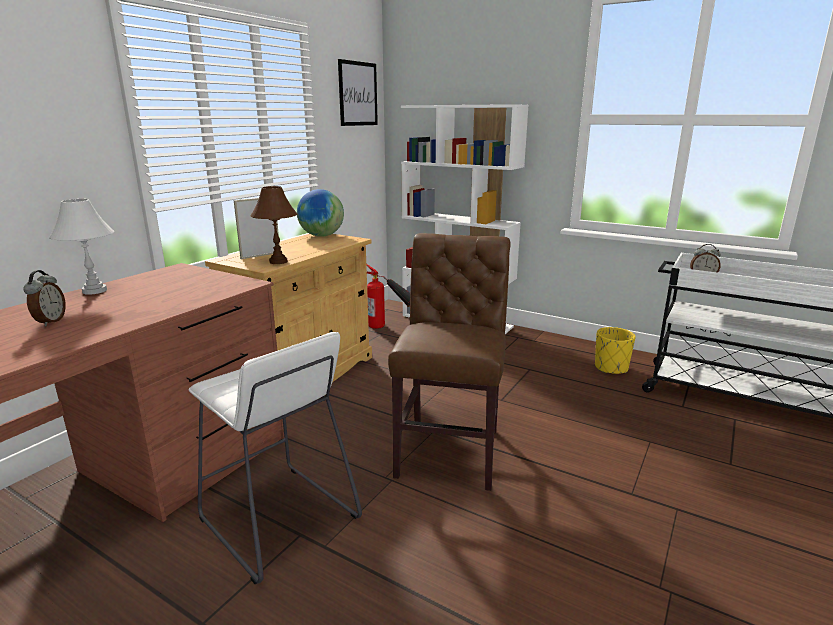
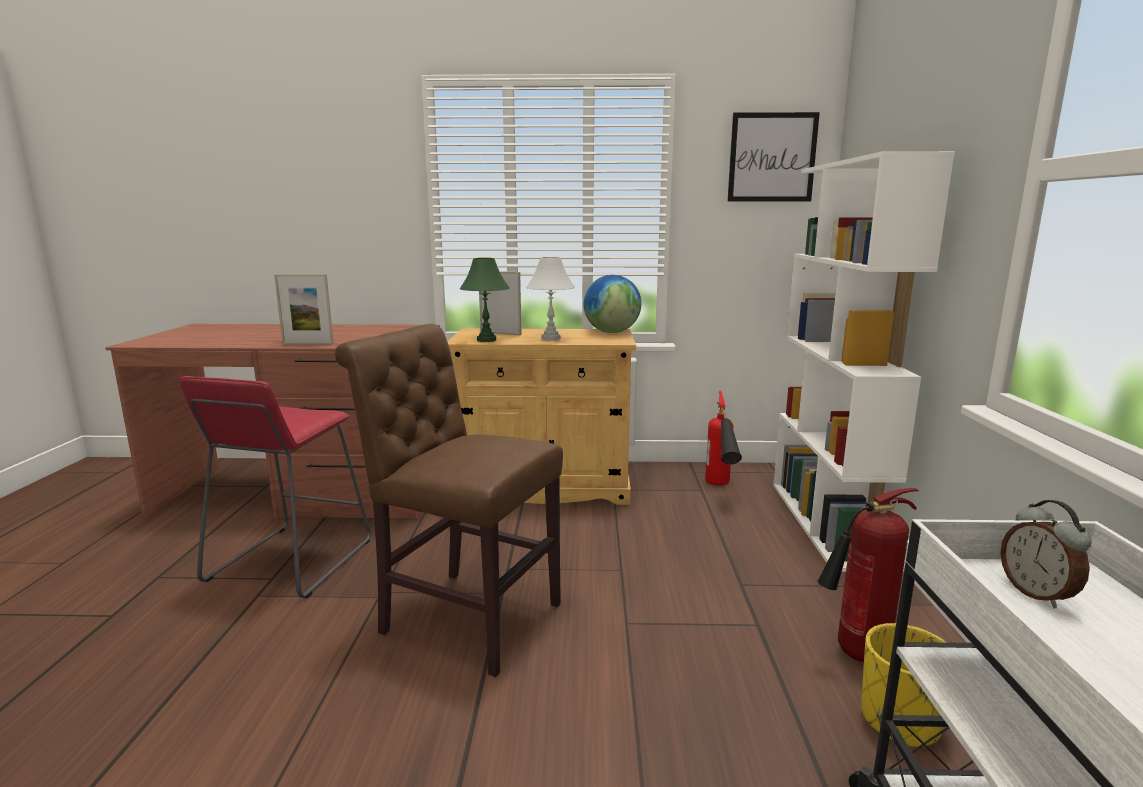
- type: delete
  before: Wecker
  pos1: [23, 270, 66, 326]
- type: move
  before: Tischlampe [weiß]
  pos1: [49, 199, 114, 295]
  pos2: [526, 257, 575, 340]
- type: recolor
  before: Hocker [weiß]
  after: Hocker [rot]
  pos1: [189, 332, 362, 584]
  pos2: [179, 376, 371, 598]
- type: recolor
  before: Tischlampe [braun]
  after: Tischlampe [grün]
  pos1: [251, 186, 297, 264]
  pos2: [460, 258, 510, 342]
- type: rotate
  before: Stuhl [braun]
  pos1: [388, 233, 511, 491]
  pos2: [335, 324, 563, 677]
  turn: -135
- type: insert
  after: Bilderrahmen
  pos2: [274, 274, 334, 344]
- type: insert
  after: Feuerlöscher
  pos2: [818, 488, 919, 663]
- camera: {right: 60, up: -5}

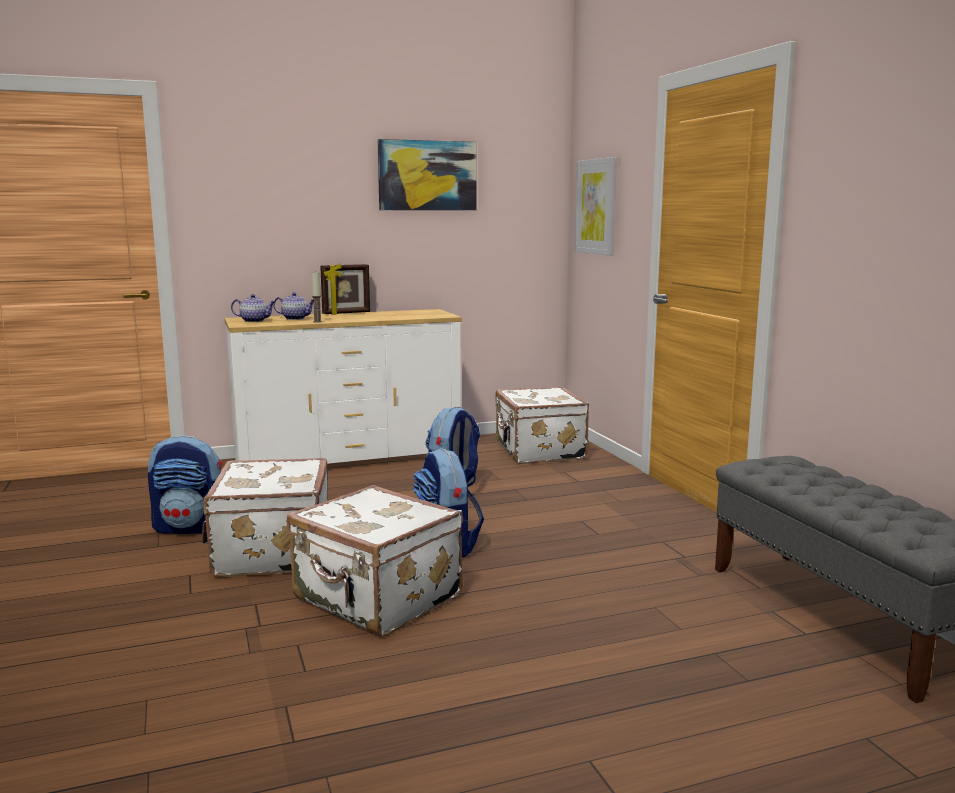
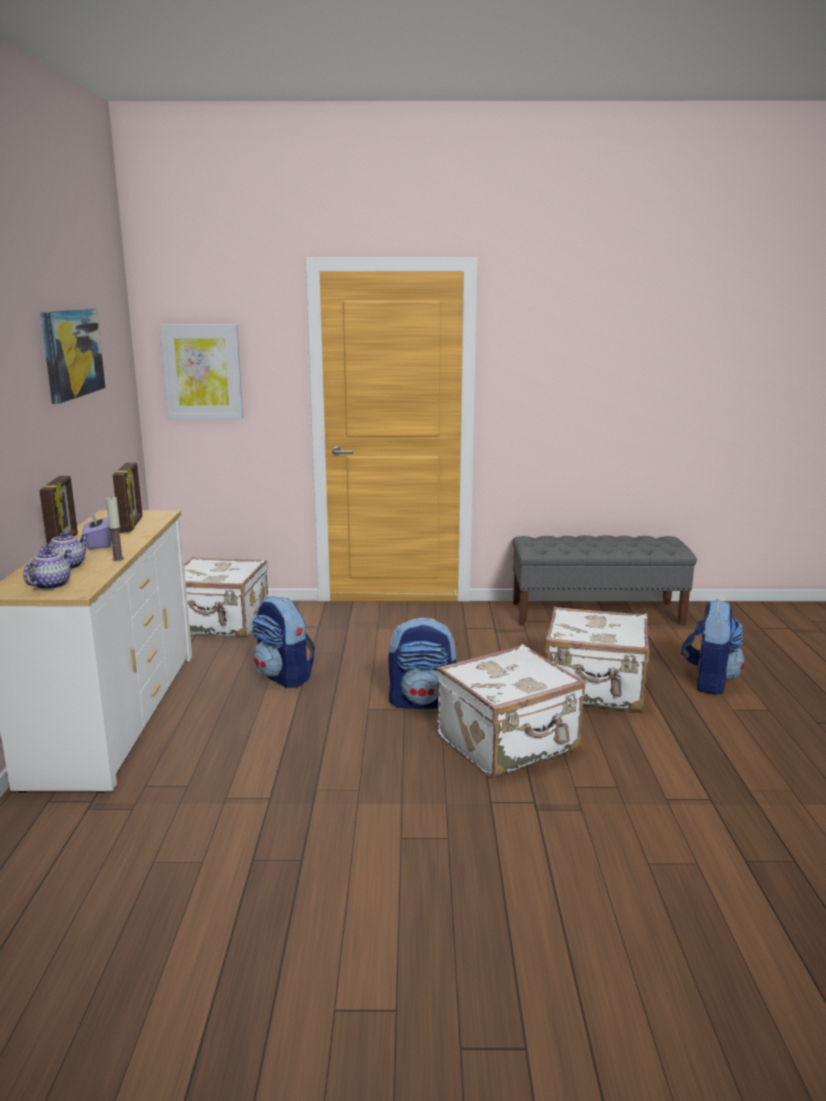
- type: move
  before: Rucksack
  pos1: [148, 435, 223, 534]
  pos2: [681, 599, 745, 695]
- type: move
  before: Koffer [weiß]
  pos1: [202, 458, 328, 577]
  pos2: [545, 606, 649, 711]
- type: insert
  after: Taschentuchbox [lila]
  pos2: [82, 510, 112, 549]
- type: insert
  after: Bilderrahmen
  pos2: [113, 462, 142, 533]
- camera: {right: -70, up: 5}

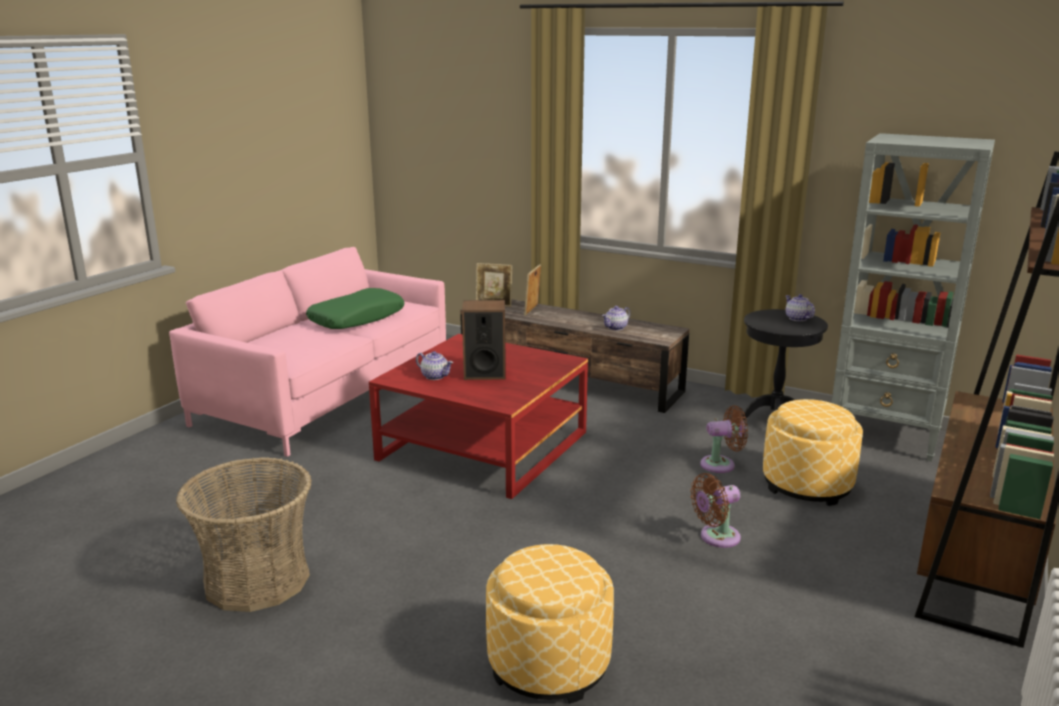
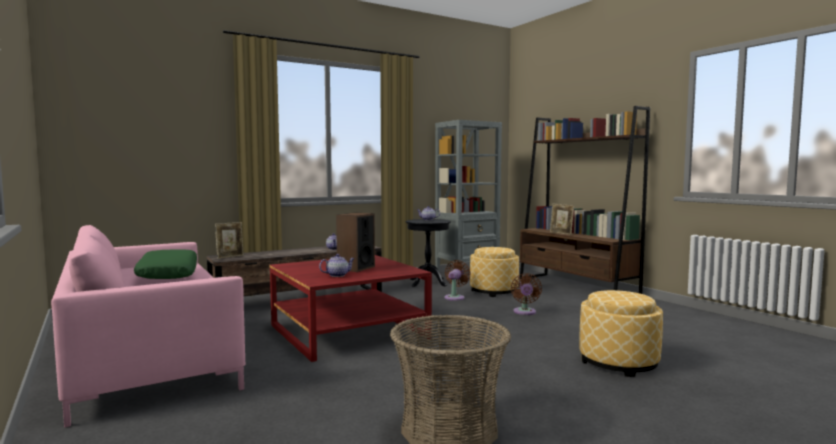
- type: move
  before: Bilderrahmen
  pos1: [524, 264, 541, 316]
  pos2: [550, 204, 574, 235]
- camera: {right: -60, up: -15}

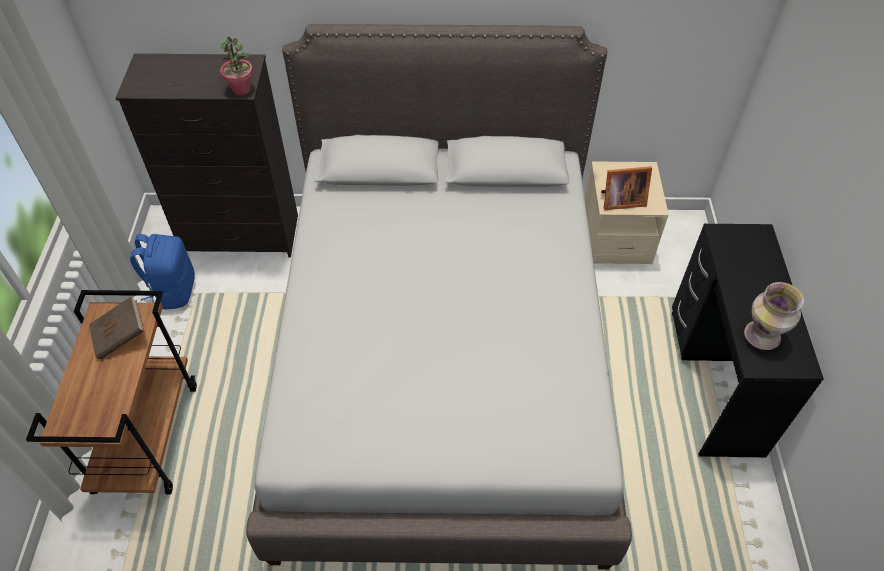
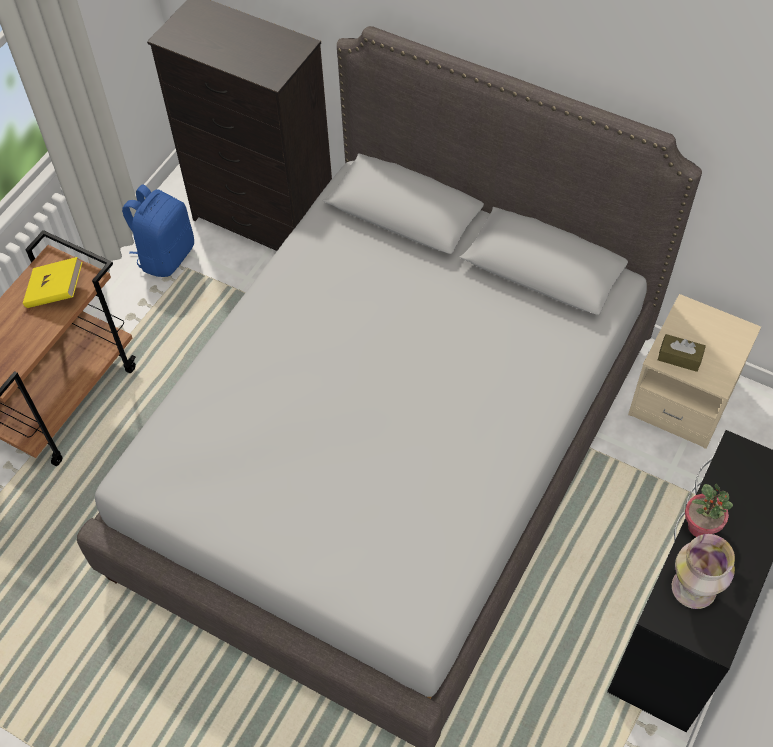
- type: recolor
  before: Buch [braun]
  after: Buch [gelb]
  pos1: [89, 297, 144, 359]
  pos2: [23, 257, 83, 308]
- type: move
  before: Topfpflanze
  pos1: [220, 37, 253, 95]
  pos2: [685, 484, 733, 537]
- type: replace
  before: Bilderrahmen
  after: Taschentuchbox [braun]
  pos1: [601, 166, 652, 210]
  pos2: [658, 334, 706, 372]
- camera: {right: 30, up: 5}

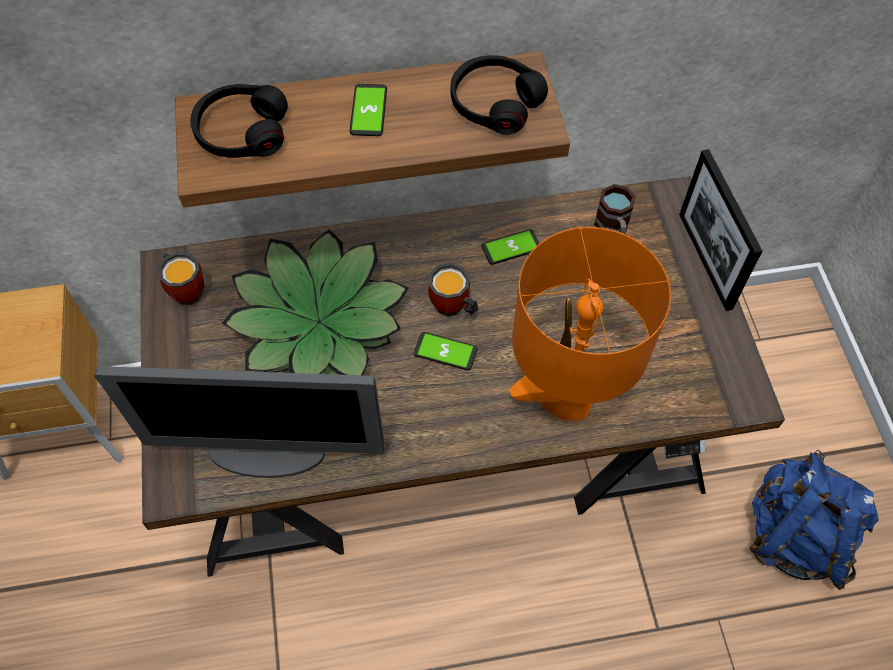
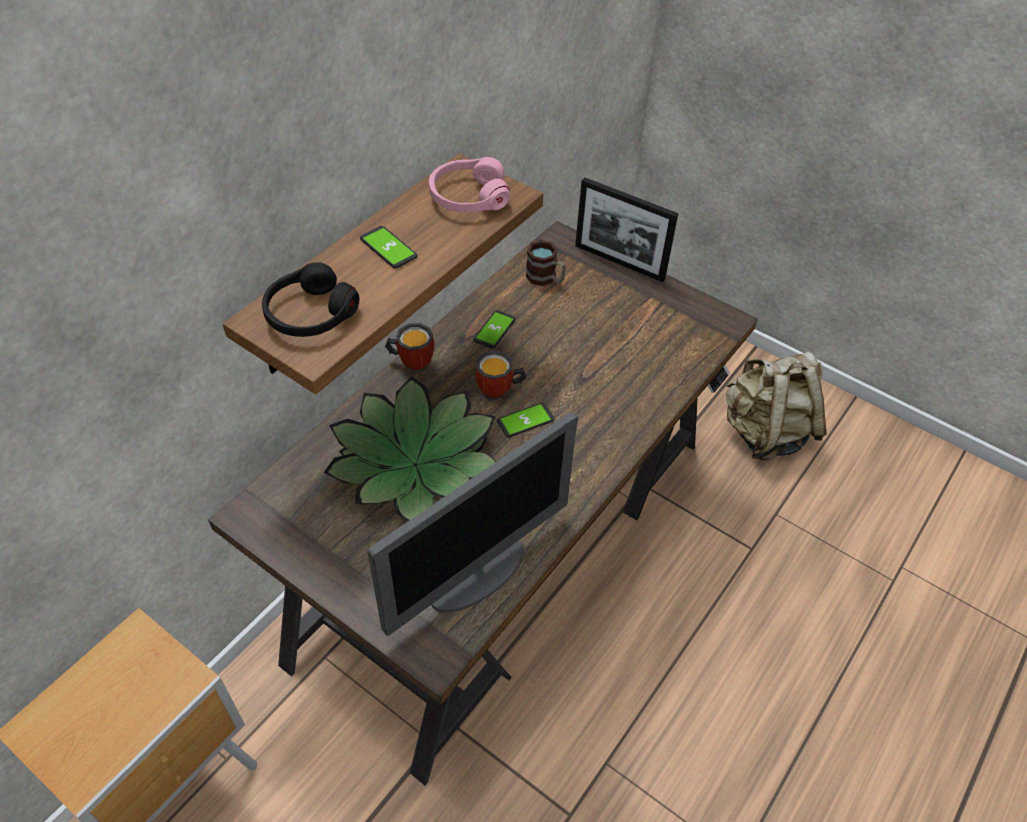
- type: move
  before: Henkelbecher
  pos1: [157, 252, 205, 305]
  pos2: [385, 323, 434, 372]
- type: recolor
  before: Kopfhörer [schwarz]
  after: Kopfhörer [rosa]
  pos1: [451, 55, 548, 135]
  pos2: [429, 157, 510, 212]
- type: delete
  before: Tischlampe [orange]
  pos1: [510, 227, 671, 421]
- type: recolor
  before: Rucksack [blau]
  after: Rucksack [beige]
  pos1: [749, 450, 878, 590]
  pos2: [726, 351, 826, 461]
- camera: {right: -45, up: -10}

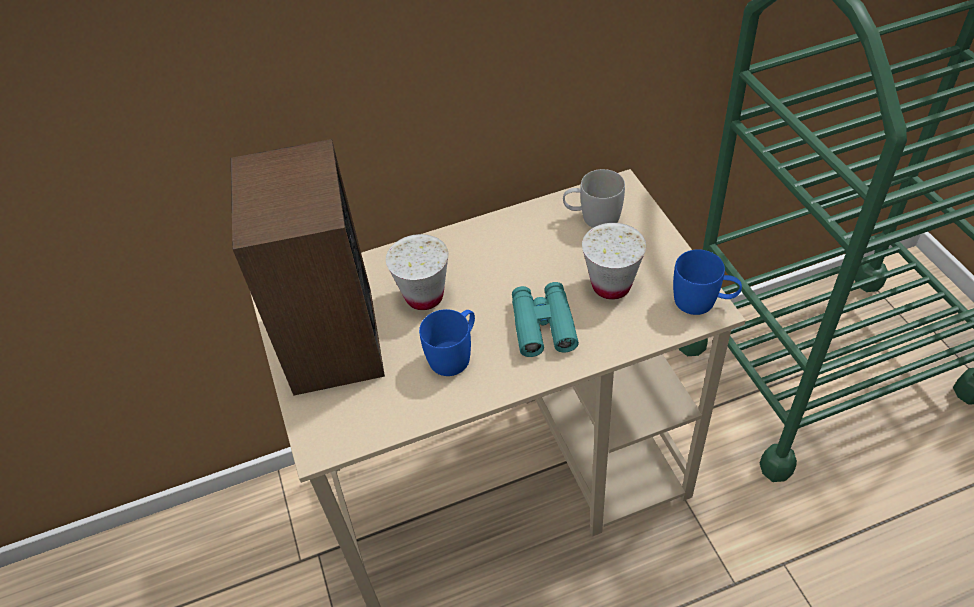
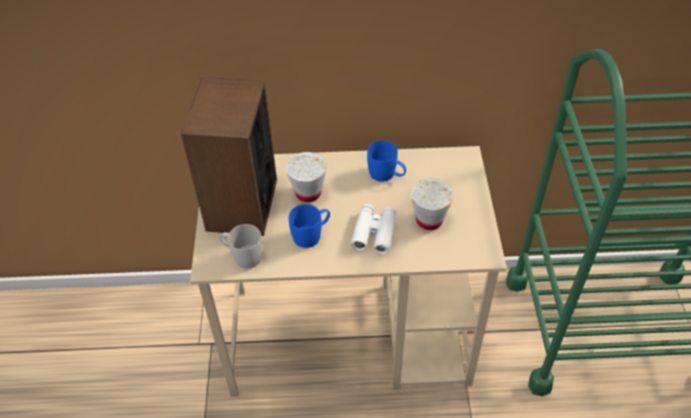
- type: recolor
  before: Fernglas [türkis]
  after: Fernglas [weiß]
  pos1: [512, 282, 579, 357]
  pos2: [351, 204, 396, 255]
- type: move
  before: Henkelbecher [weiß]
  pos1: [563, 169, 625, 228]
  pos2: [220, 224, 263, 269]
- type: move
  before: Henkelbecher [blau]
  pos1: [673, 249, 742, 315]
  pos2: [367, 140, 406, 182]
- camera: {right: 15, up: 0}

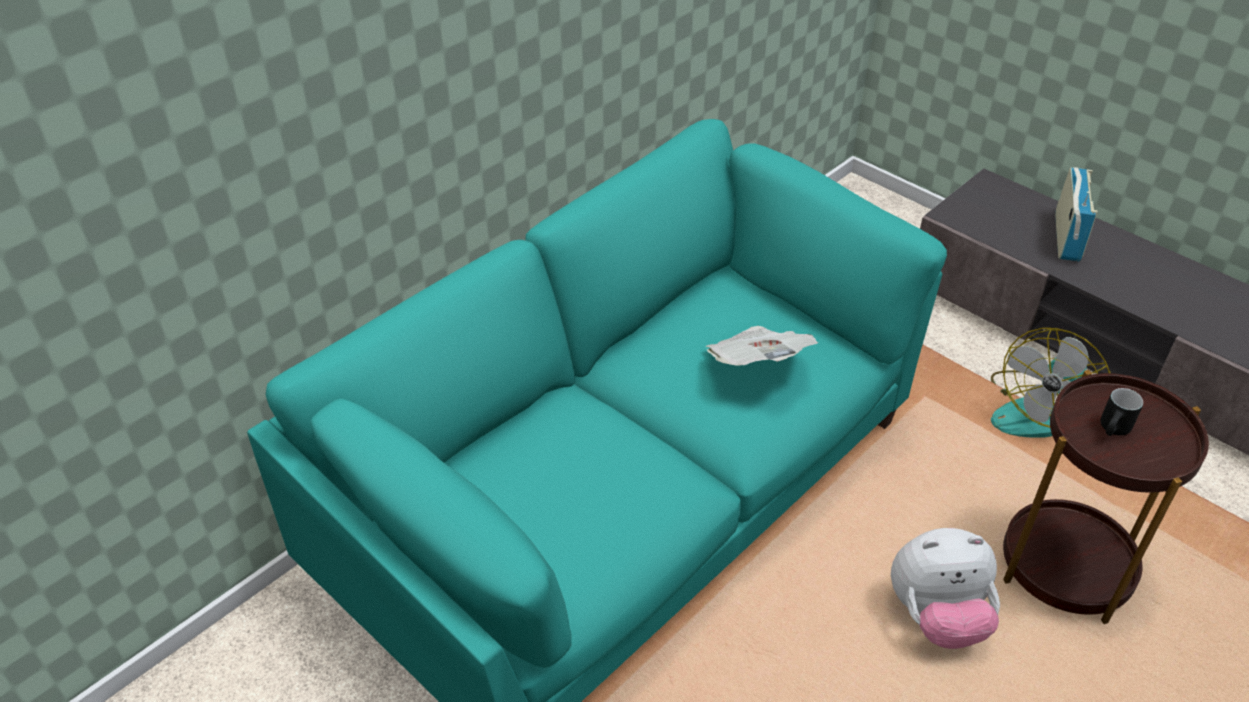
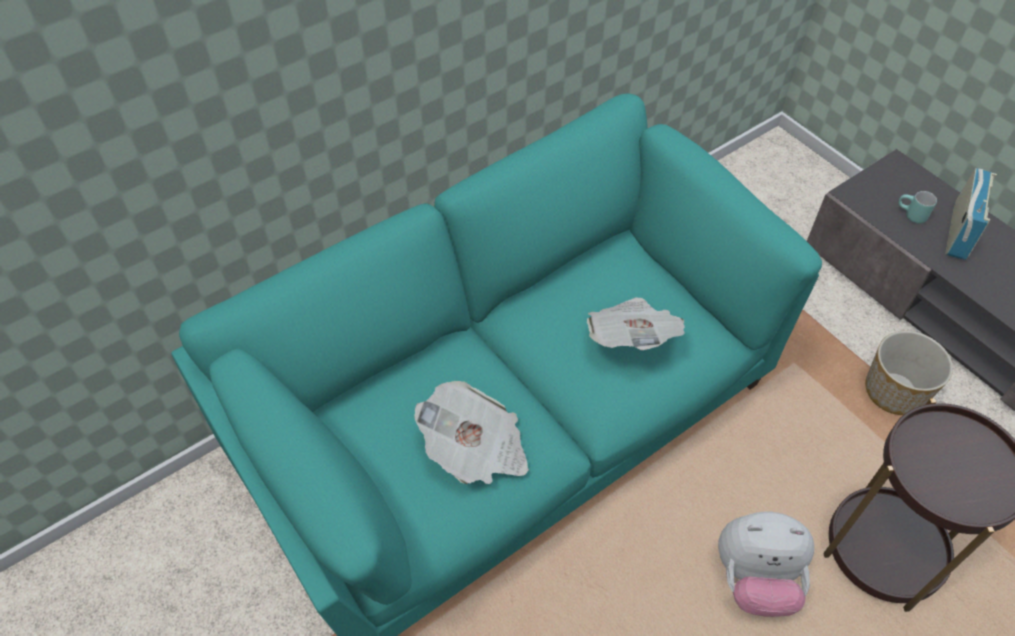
- type: replace
  before: Ventilator
  after: Pflanzkübel
  pos1: [991, 328, 1111, 437]
  pos2: [865, 331, 953, 415]
- type: delete
  before: Henkelbecher [schwarz]
  pos1: [1101, 388, 1143, 436]
- type: insert
  after: Zeitung
  pos2: [414, 381, 529, 484]
- type: insert
  after: Henkelbecher [türkis]
  pos2: [899, 191, 937, 224]
- camera: {right: 10, up: 10}

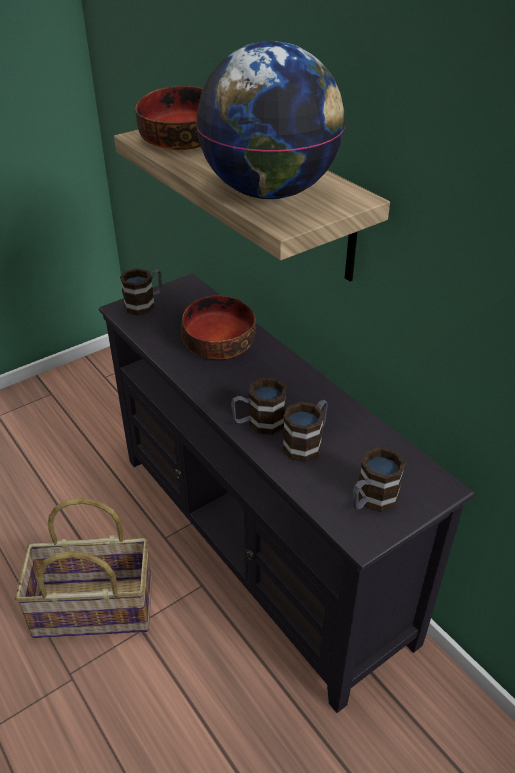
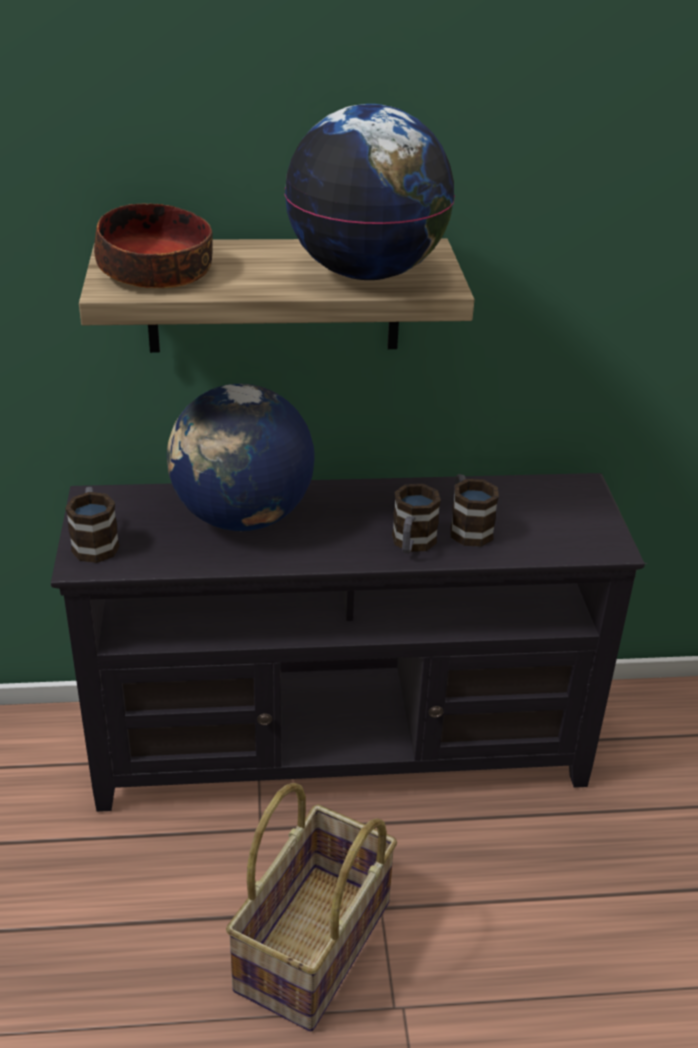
- type: replace
  before: Schüssel
  after: Globus
  pos1: [181, 295, 256, 359]
  pos2: [167, 384, 315, 531]
- type: delete
  before: Henkelbecher
  pos1: [352, 447, 406, 512]
- camera: {right: -60, up: -5}

